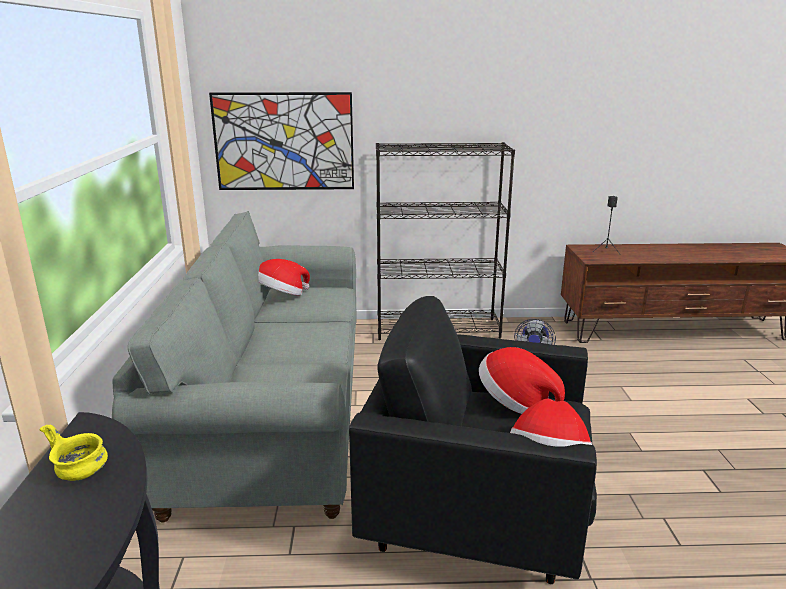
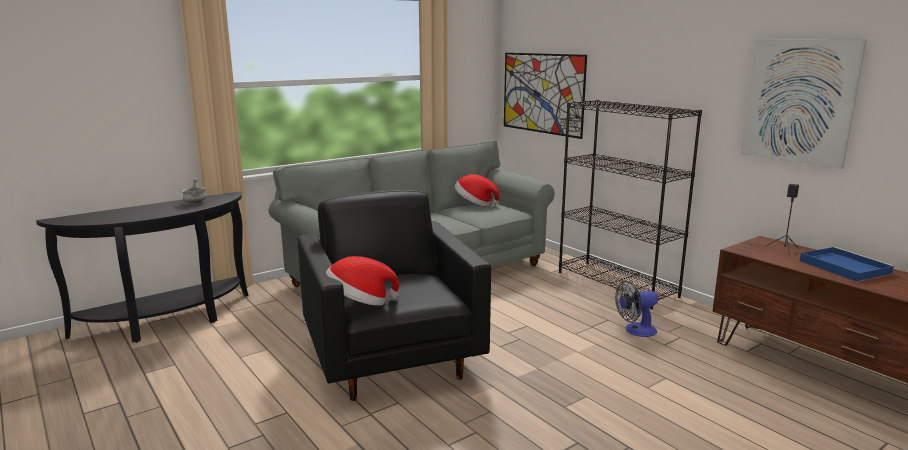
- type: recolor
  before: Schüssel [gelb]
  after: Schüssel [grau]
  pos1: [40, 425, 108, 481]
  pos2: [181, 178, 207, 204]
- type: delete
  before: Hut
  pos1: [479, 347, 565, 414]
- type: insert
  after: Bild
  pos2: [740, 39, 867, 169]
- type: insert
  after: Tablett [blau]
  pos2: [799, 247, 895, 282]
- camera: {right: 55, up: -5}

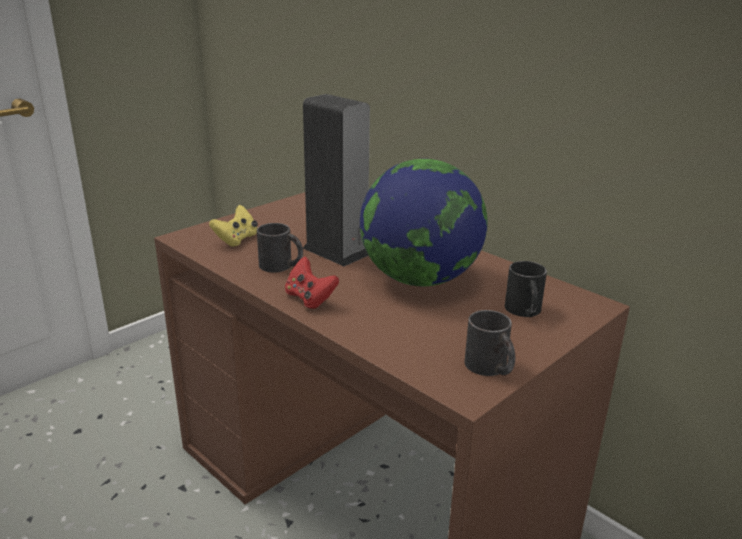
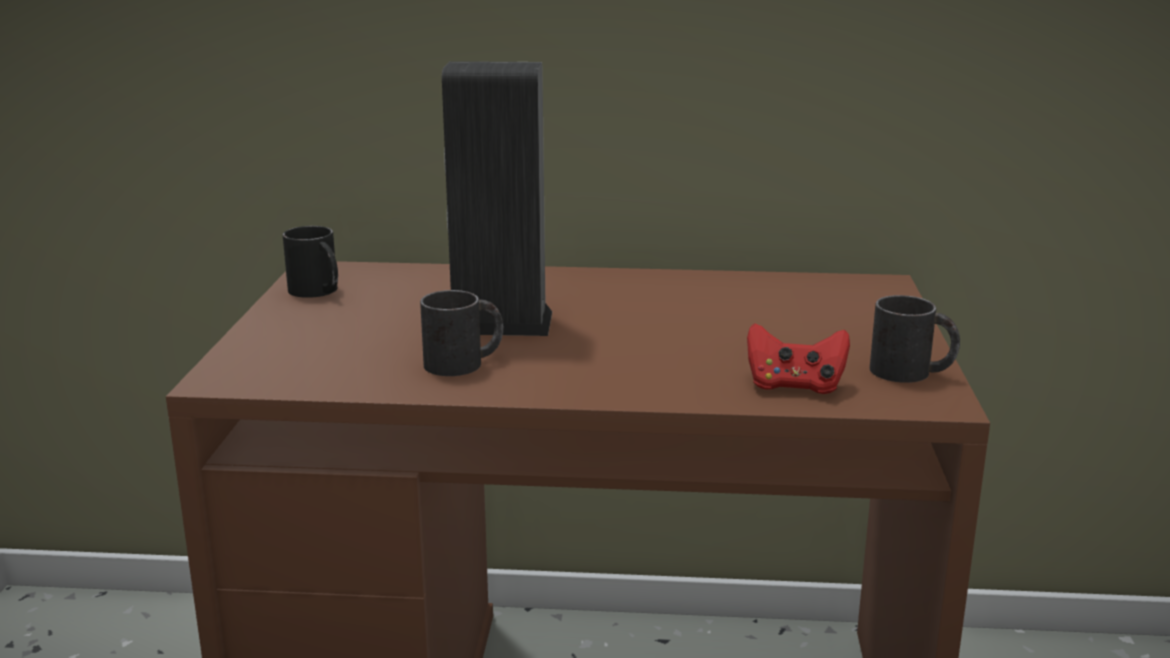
- type: delete
  before: Gamepad [gelb]
  pos1: [209, 205, 258, 247]
- type: move
  before: Gamepad [rot]
  pos1: [285, 257, 339, 309]
  pos2: [747, 323, 850, 394]
- type: delete
  before: Globus
  pos1: [360, 159, 487, 286]
- type: move
  before: Henkelbecher [schwarz]
  pos1: [505, 261, 547, 317]
  pos2: [283, 226, 338, 298]
- camera: {right: -40, up: -5}

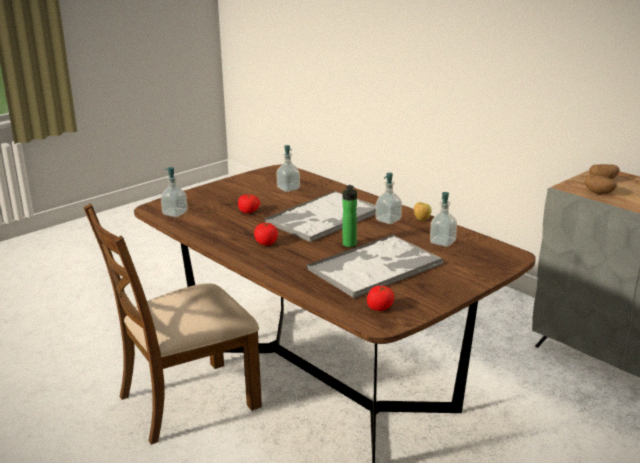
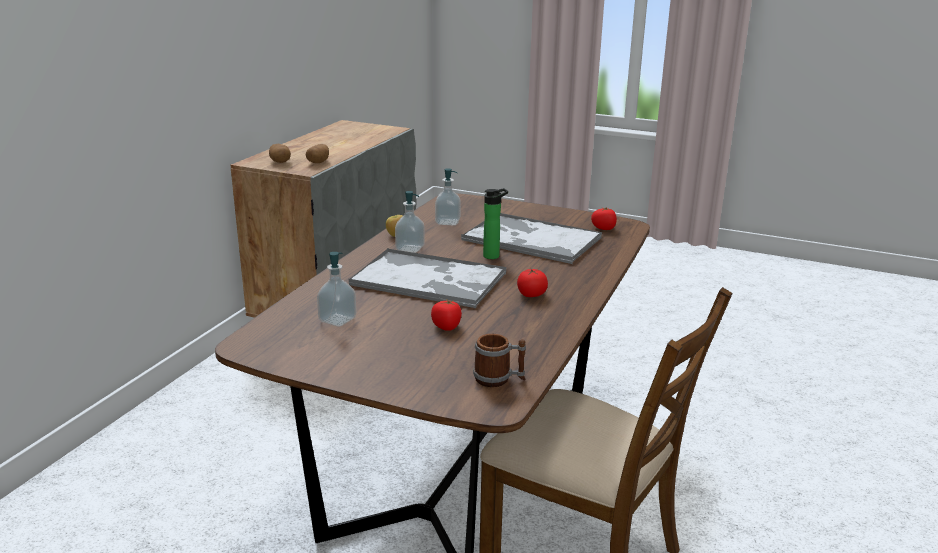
- type: replace
  before: Seifenspender
  after: Henkelbecher
  pos1: [161, 167, 188, 217]
  pos2: [473, 334, 526, 387]
- camera: {right: -115, up: 0}

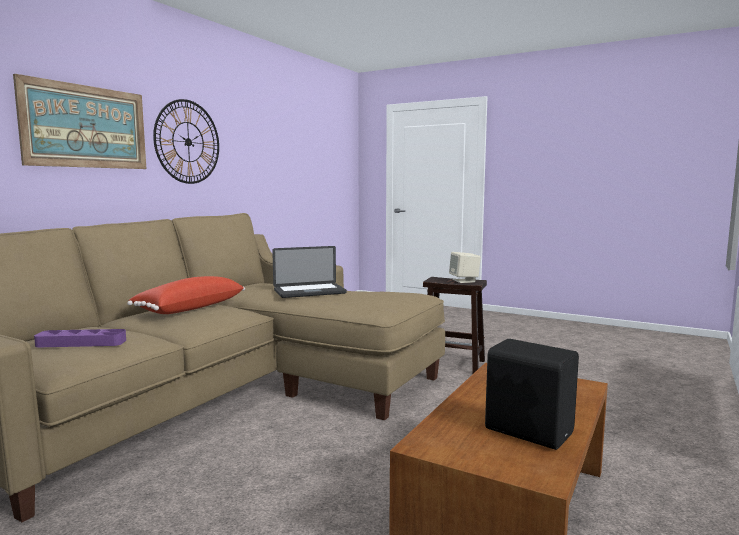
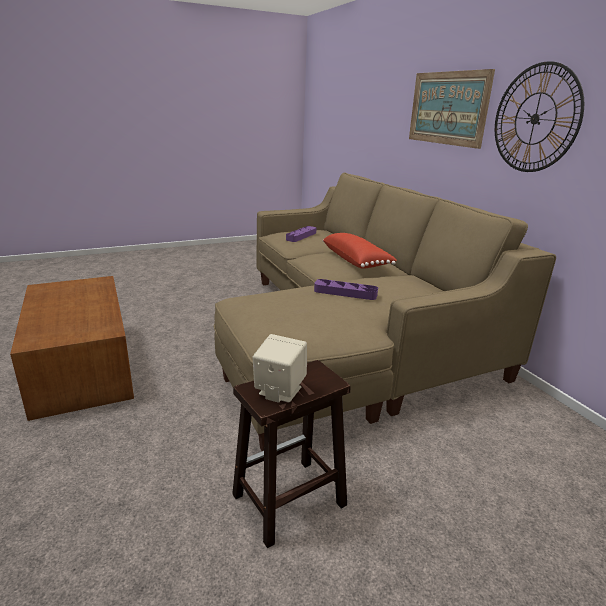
- type: replace
  before: Laptop
  after: Tablett [lila]
  pos1: [272, 246, 347, 298]
  pos2: [314, 279, 378, 300]
- type: delete
  before: Lautsprecher [schwarz]
  pos1: [485, 339, 579, 450]
- camera: {right: 125, up: 15}

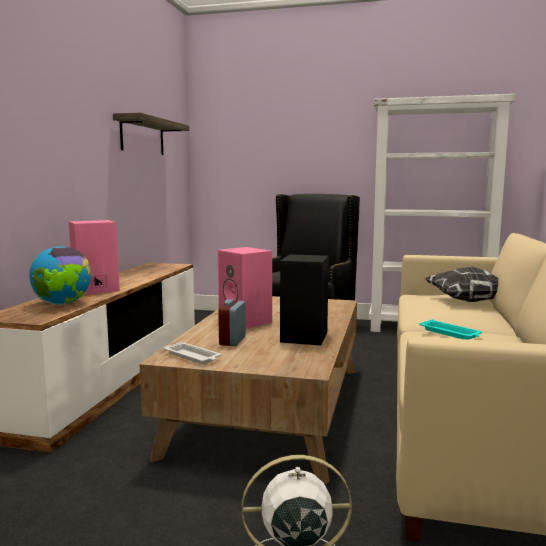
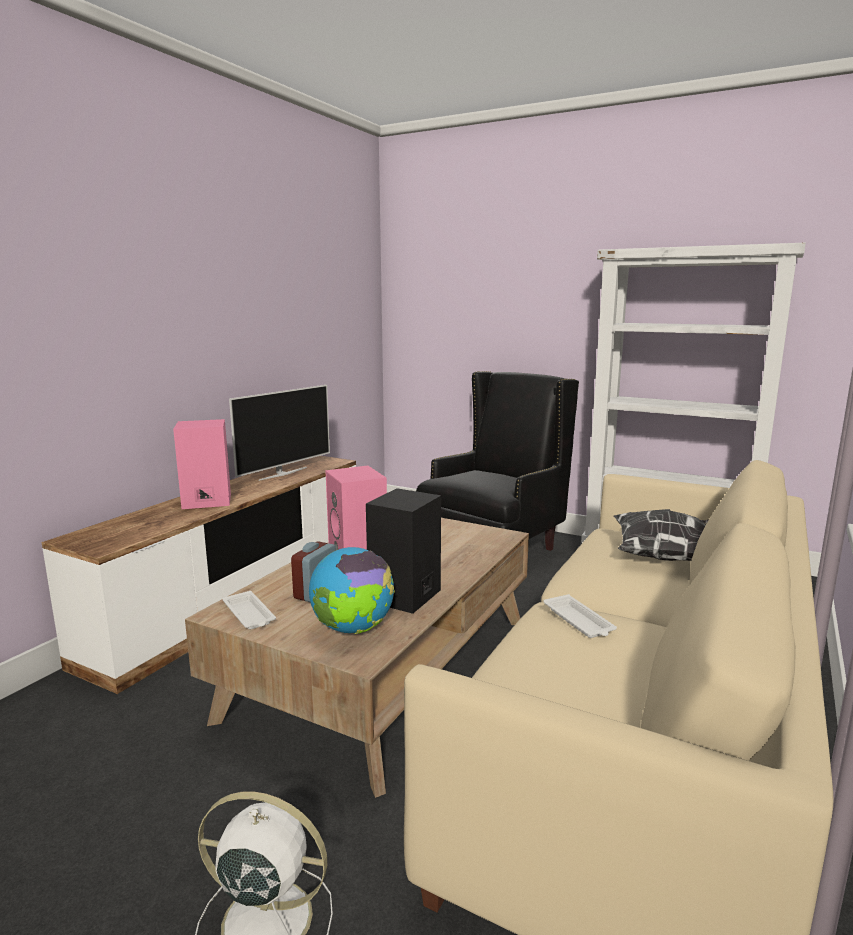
- type: move
  before: Globus
  pos1: [29, 247, 92, 305]
  pos2: [309, 547, 395, 634]
- type: delete
  before: Wandregal
  pos1: [113, 113, 190, 155]
- type: recolor
  before: Tablett [türkis]
  after: Tablett [weiß]
  pos1: [419, 319, 482, 340]
  pos2: [544, 594, 617, 638]
- type: insert
  after: Fernseher
  pos2: [229, 385, 330, 481]
- camera: {right: 15, up: 5}

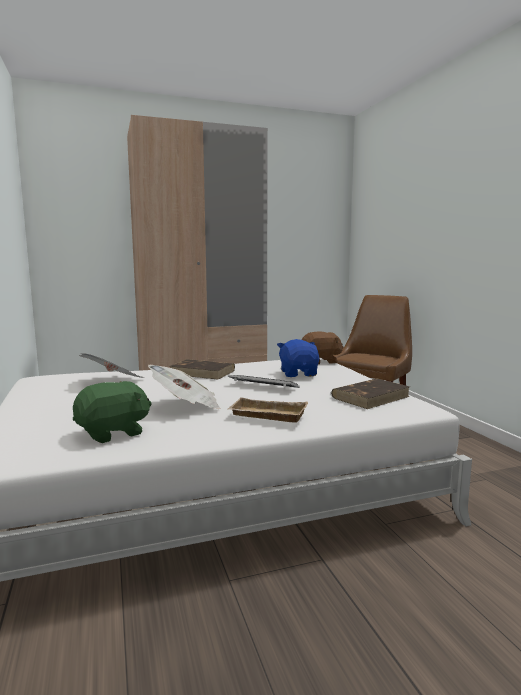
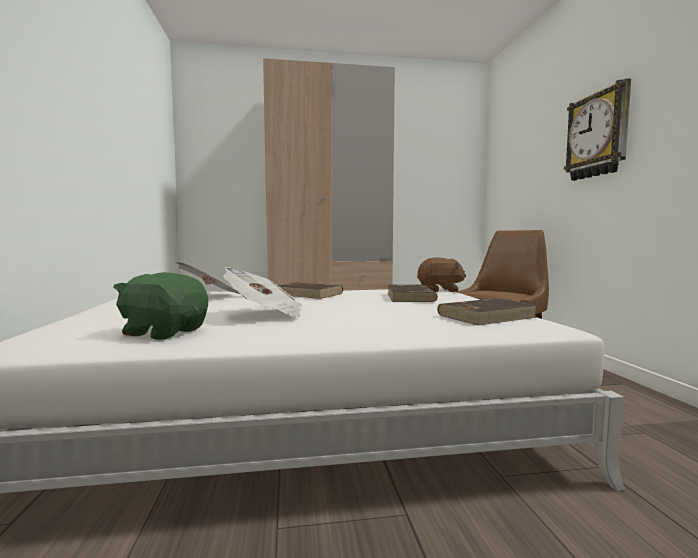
- type: rotate
  before: Plüschtier [grün]
  pos1: [73, 381, 152, 443]
  pos2: [113, 272, 208, 340]
  turn: -135
- type: delete
  before: Tastatur
  pos1: [228, 375, 299, 388]
- type: delete
  before: Tablett [beige]
  pos1: [228, 397, 308, 422]
- type: replace
  before: Plüschtier [blau]
  after: Buch [braun]
  pos1: [277, 339, 320, 377]
  pos2: [388, 284, 438, 302]
- type: insert
  after: Wanduhr
  pos2: [564, 78, 631, 181]
- camera: {right: 10, up: -5}

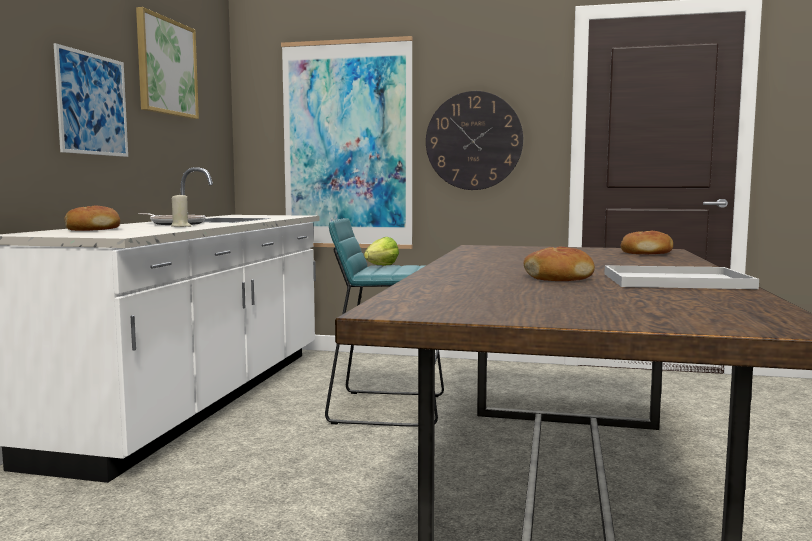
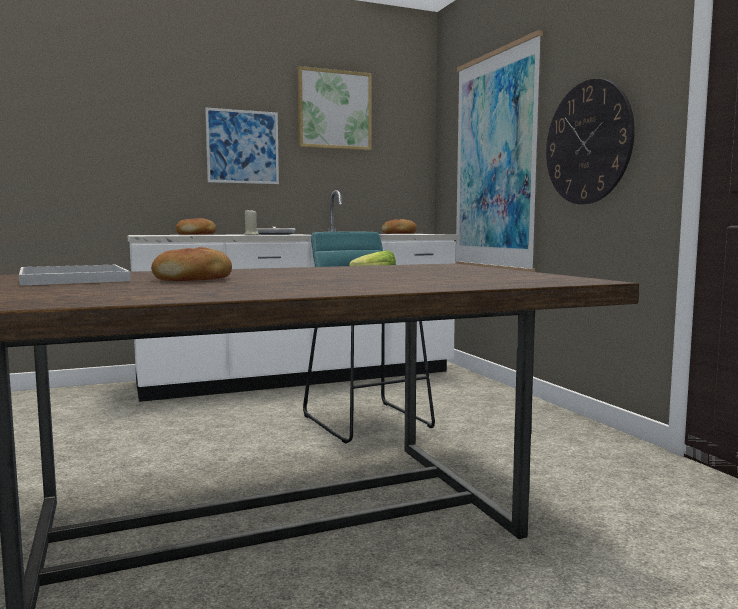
- type: move
  before: Tablett [weiß]
  pos1: [605, 265, 759, 289]
  pos2: [19, 265, 131, 286]
- type: move
  before: Brot
  pos1: [621, 231, 673, 254]
  pos2: [382, 219, 417, 234]
- camera: {right: 55, up: 0}

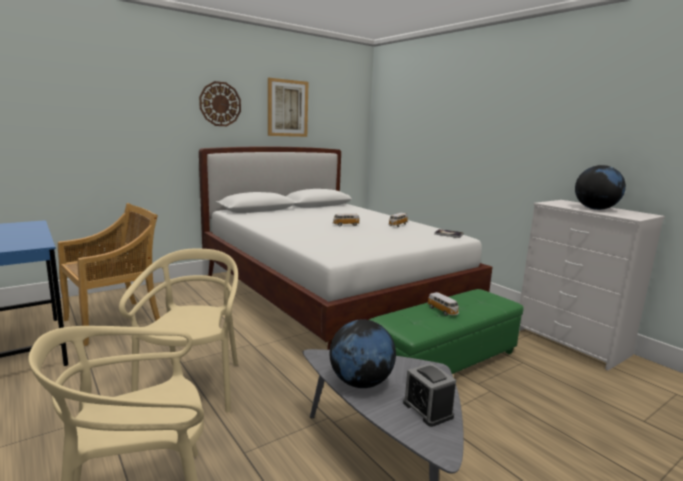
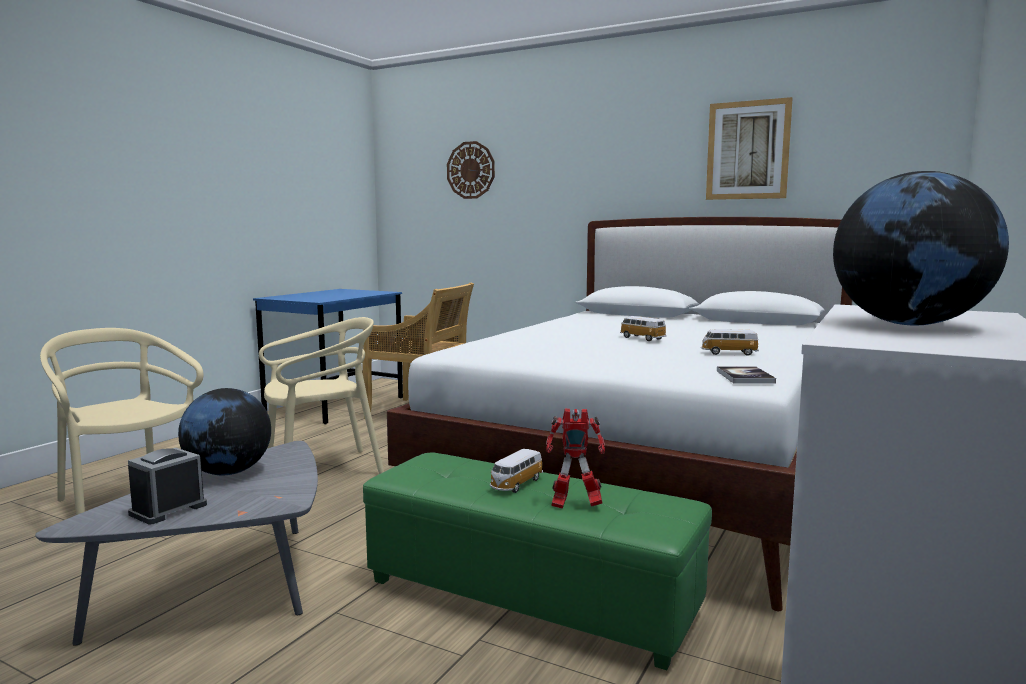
- type: move
  before: Wanduhr
  pos1: [199, 81, 241, 126]
  pos2: [447, 141, 495, 199]
- type: insert
  after: Spielzeugroboter
  pos2: [546, 409, 605, 509]
- camera: {right: 65, up: -5}

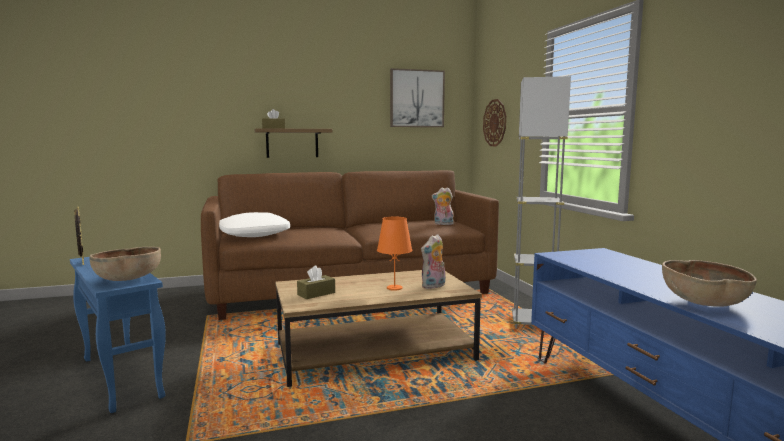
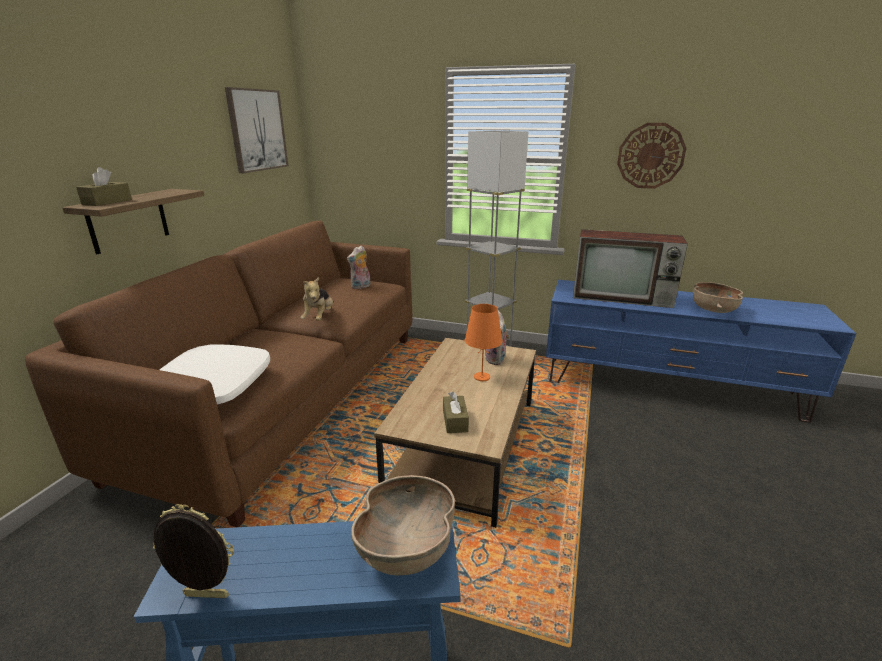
- type: move
  before: Wanduhr
  pos1: [483, 99, 506, 146]
  pos2: [617, 123, 687, 189]
- type: insert
  after: Plüschtier
  pos2: [301, 277, 333, 321]
- type: insert
  after: Fernseher
  pos2: [573, 229, 688, 308]
- camera: {right: -55, up: 15}

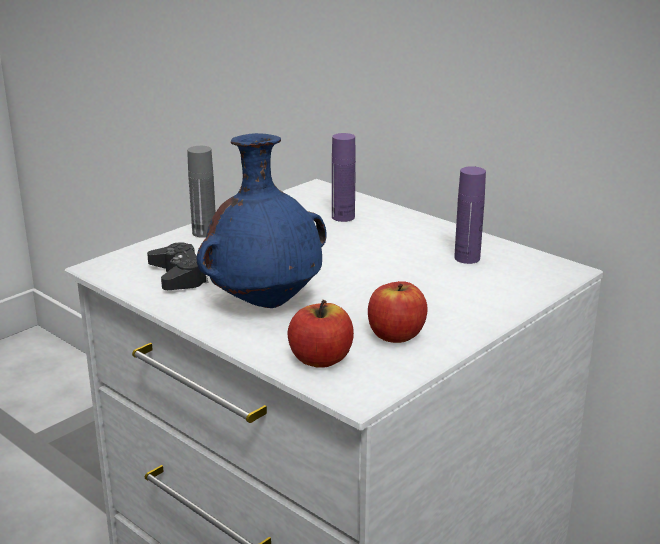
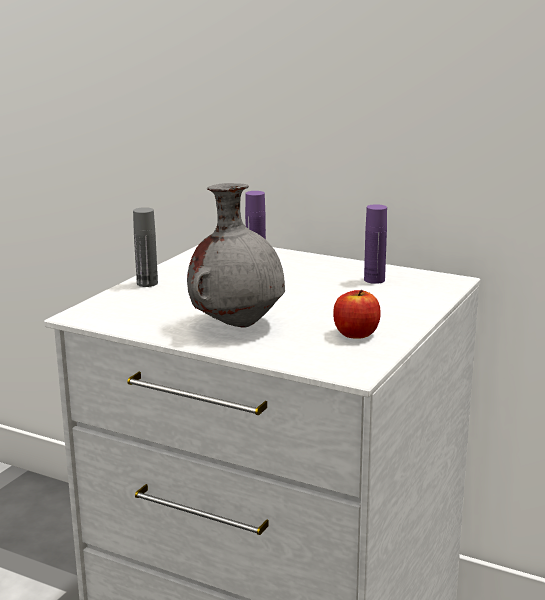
- type: delete
  before: Gamepad [schwarz]
  pos1: [147, 242, 208, 290]
- type: recolor
  before: Vase [blau]
  after: Vase [grau]
  pos1: [197, 133, 327, 308]
  pos2: [187, 183, 285, 328]
- type: delete
  before: Apfel
  pos1: [288, 300, 354, 368]
- camera: {right: -15, up: -5}

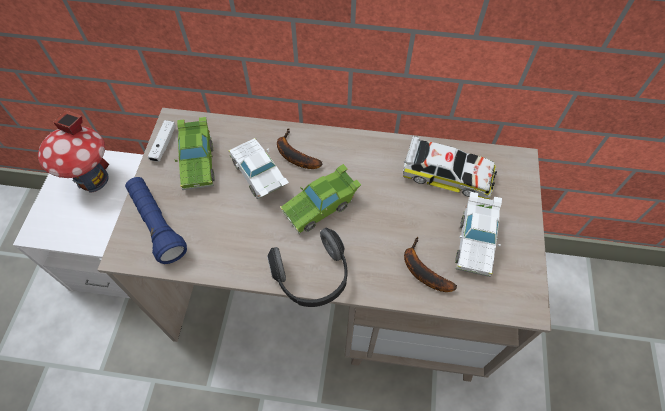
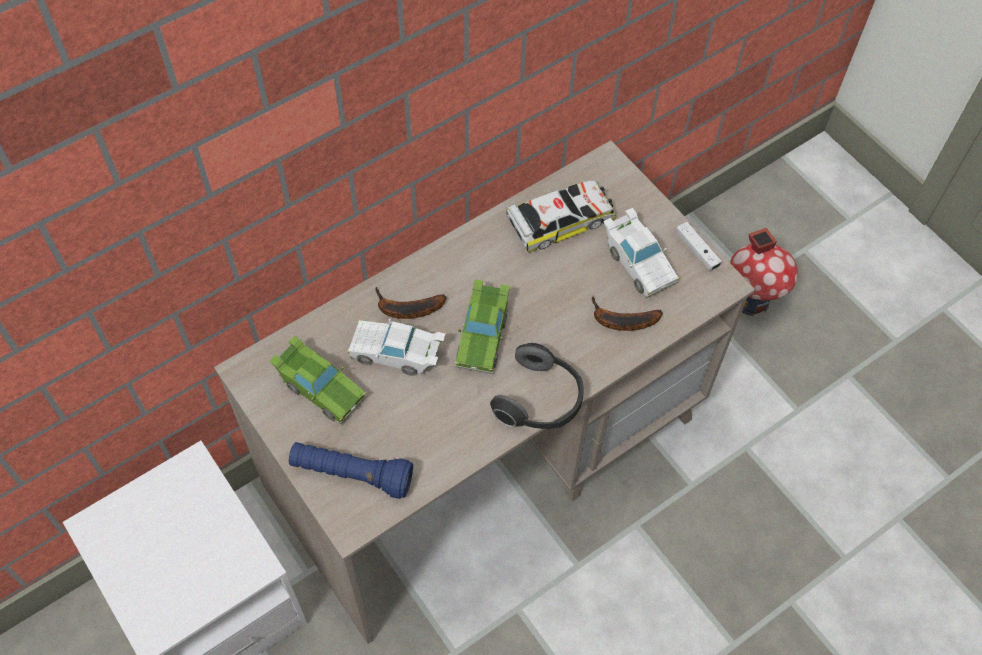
- type: move
  before: Spielzeughaus
  pos1: [38, 110, 109, 193]
  pos2: [730, 228, 798, 316]
- type: move
  before: Gamepad [weiß]
  pos1: [148, 120, 176, 162]
  pos2: [676, 222, 722, 270]
- camera: {right: -45, up: 0}

